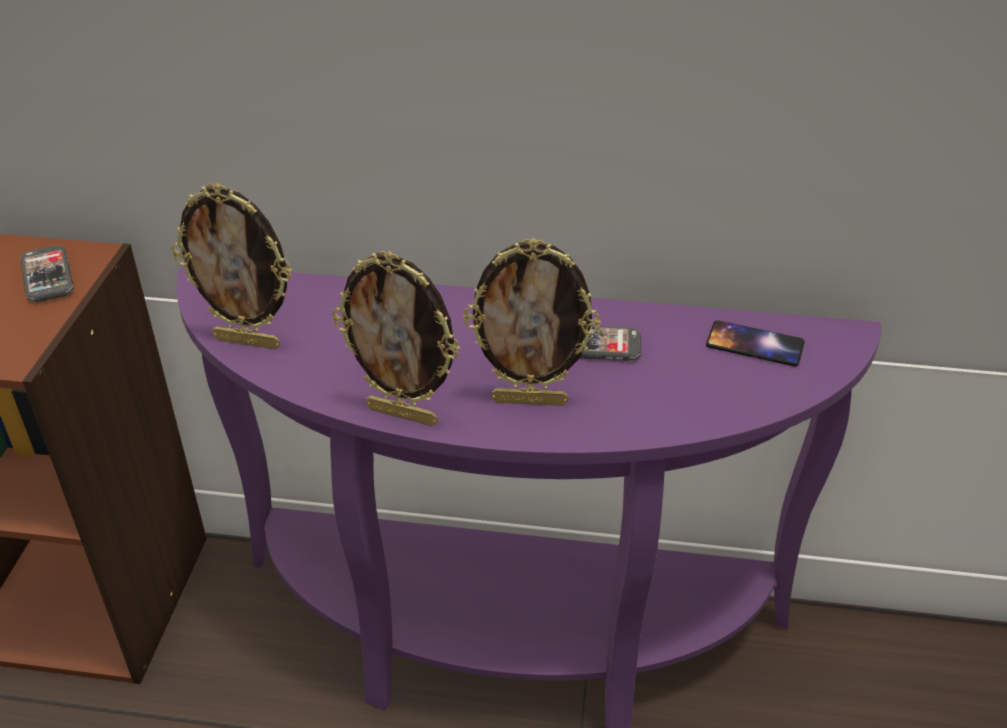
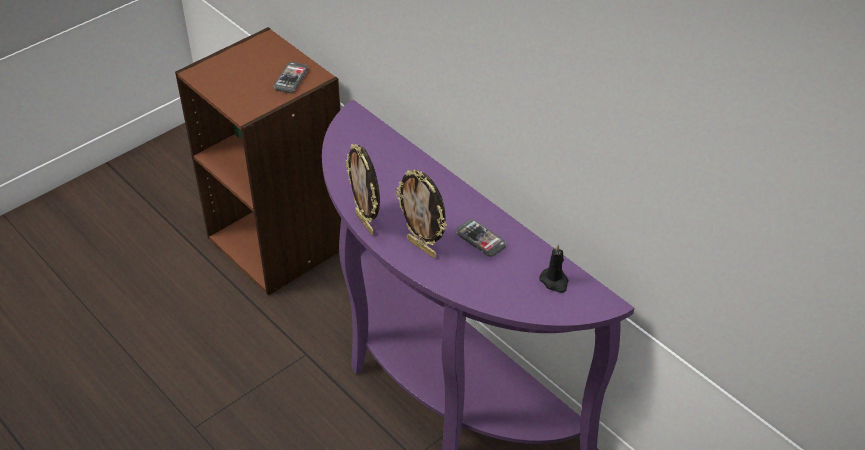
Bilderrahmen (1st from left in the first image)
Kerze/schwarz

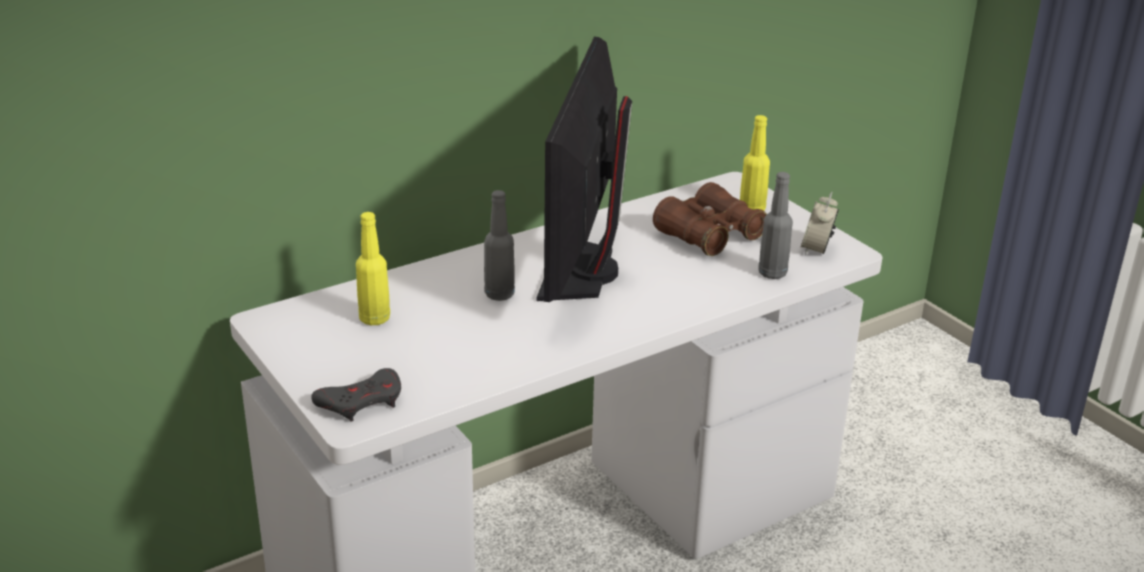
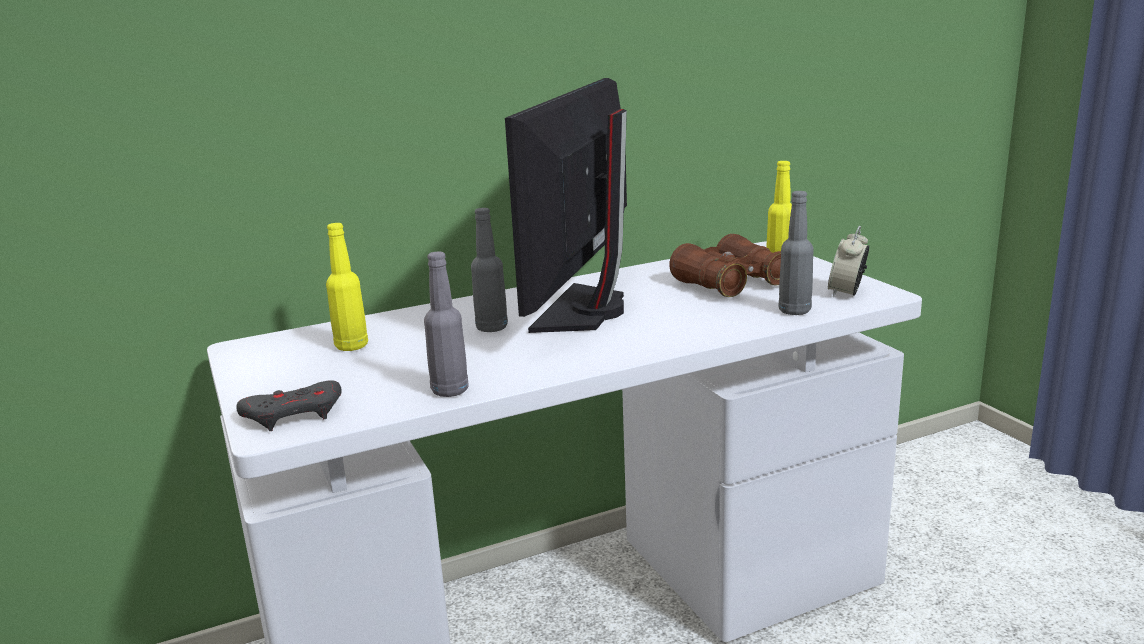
Flasche/grau (1st from left)

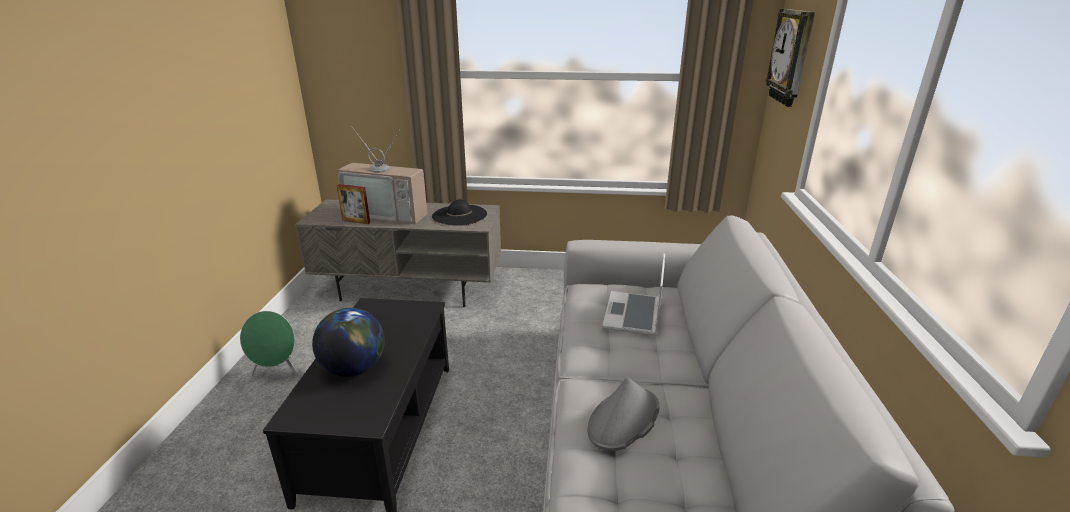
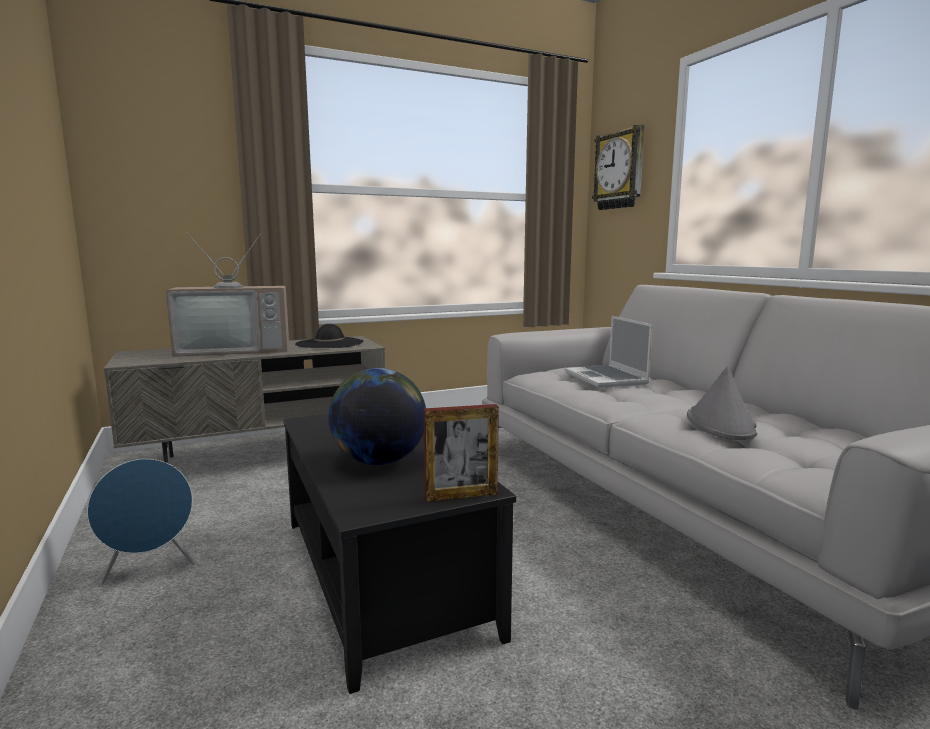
Lautsprecher/blau
Bilderrahmen

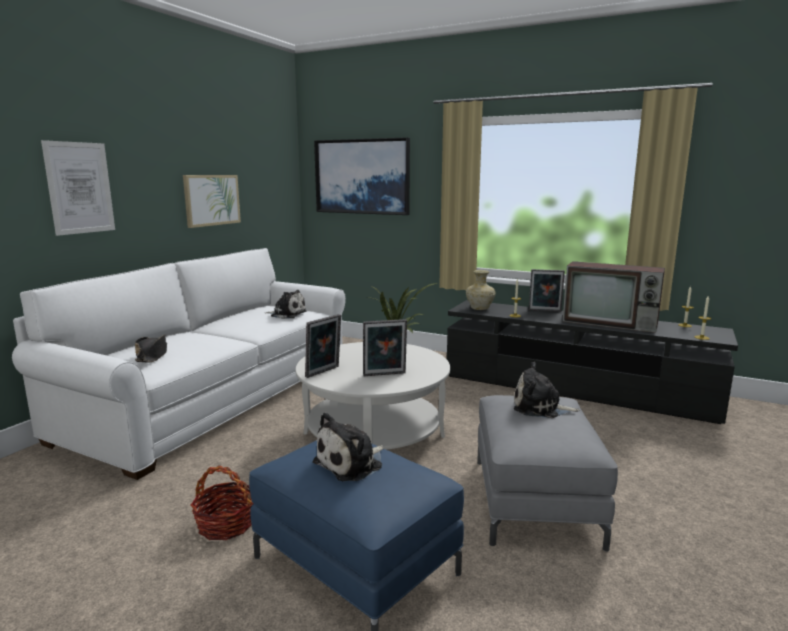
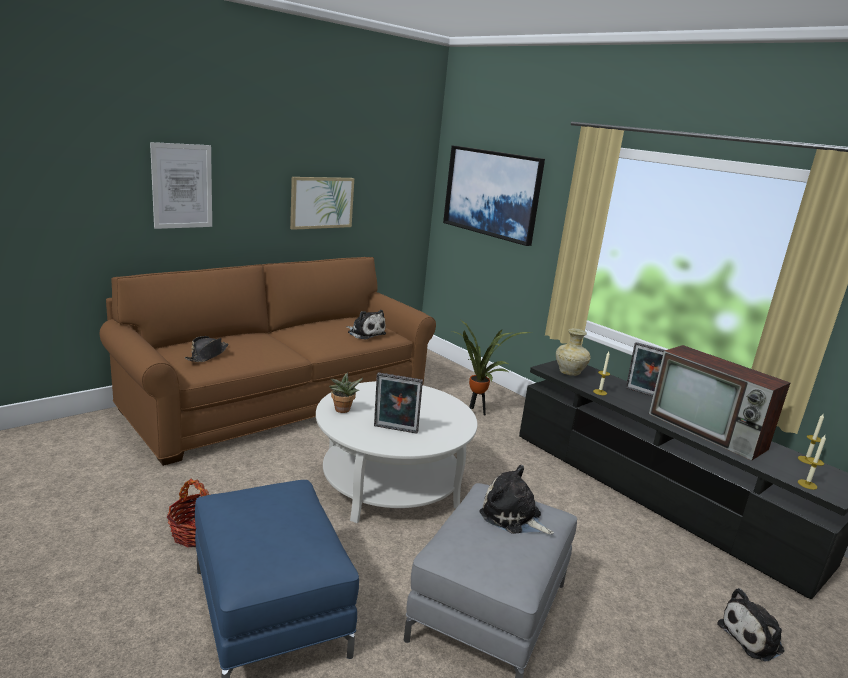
Sofa/braun
Topfpflanze (1st from left)
Plüschtier (3rd from left)

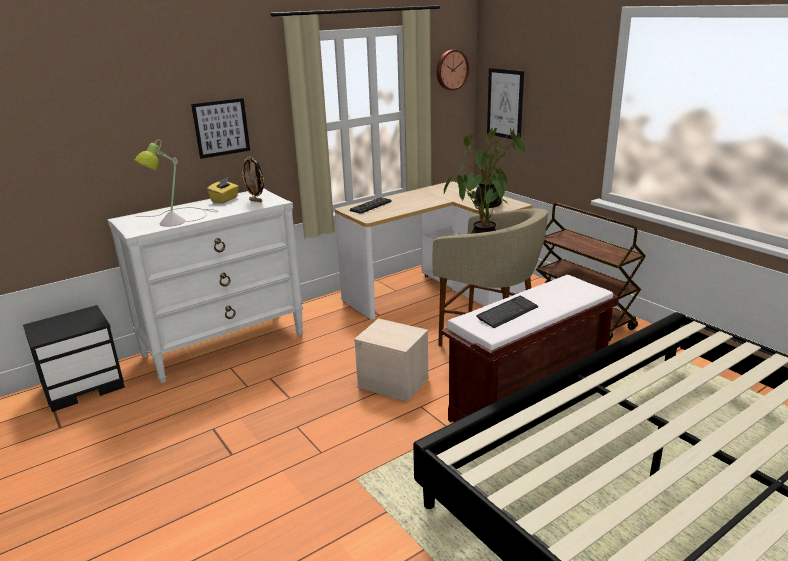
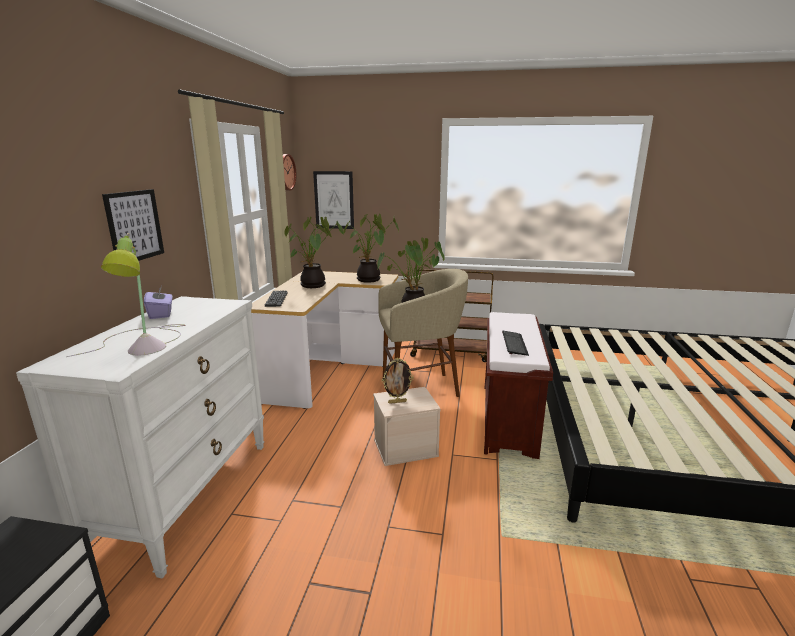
Taschentuchbox/lila
Bilderrahmen
Topfpflanze (1st from left)

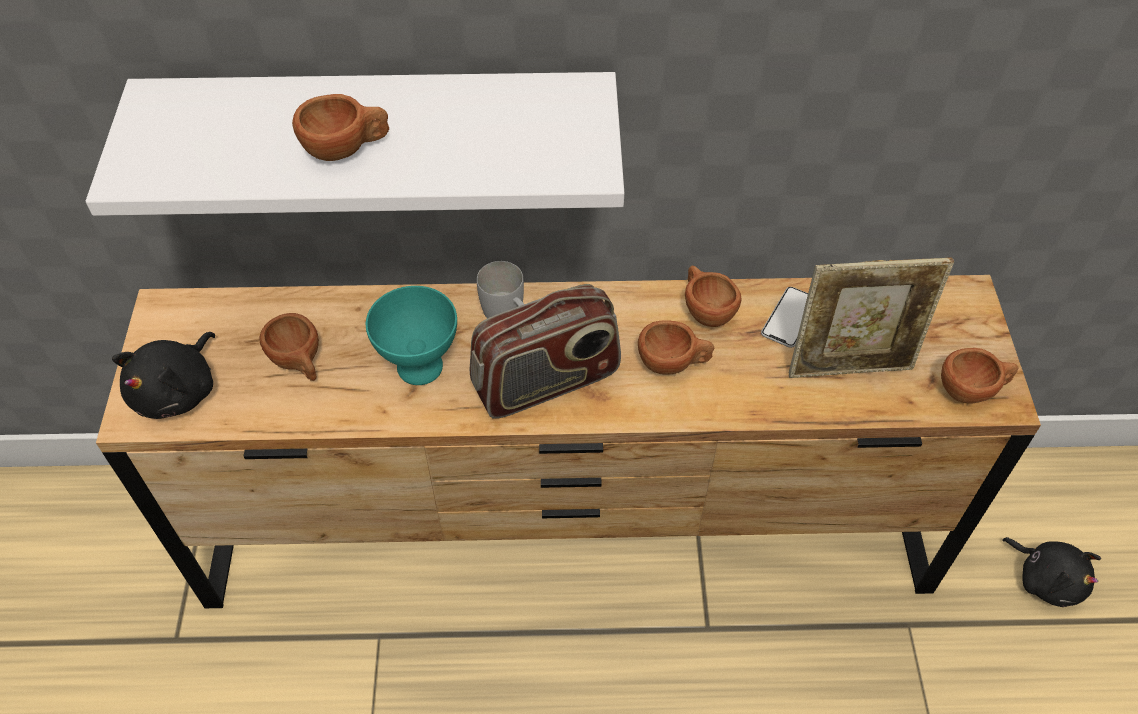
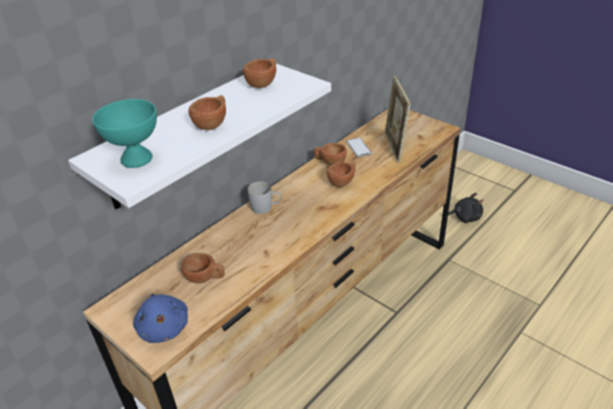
Plüschtier/blau
Schüssel/türkis
Radio
Bilderrahmen
Tasse/braun (3rd from left)

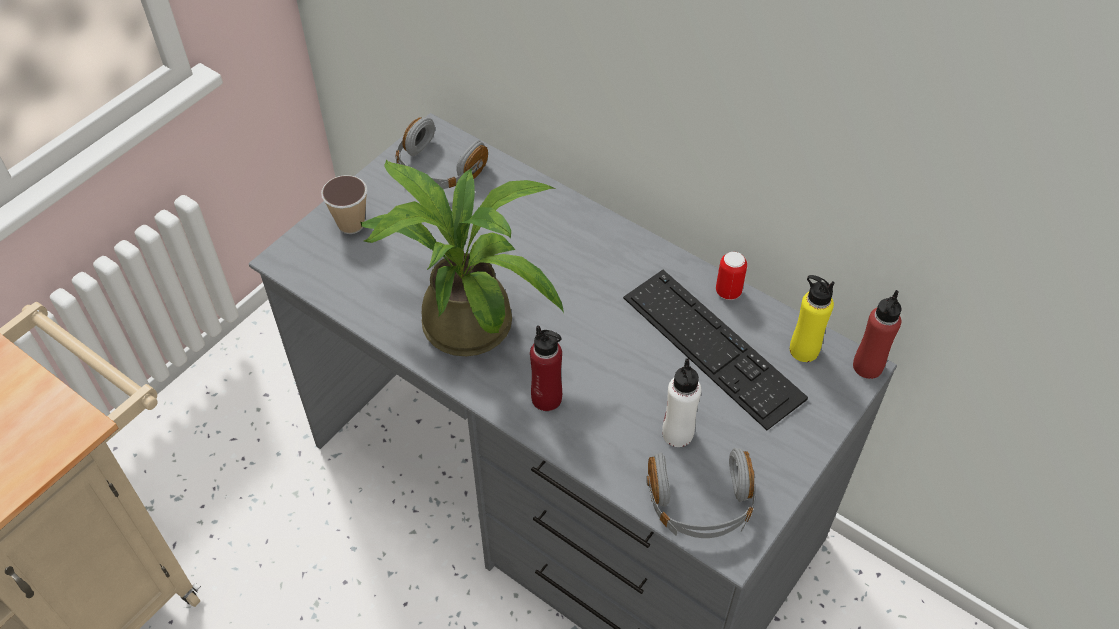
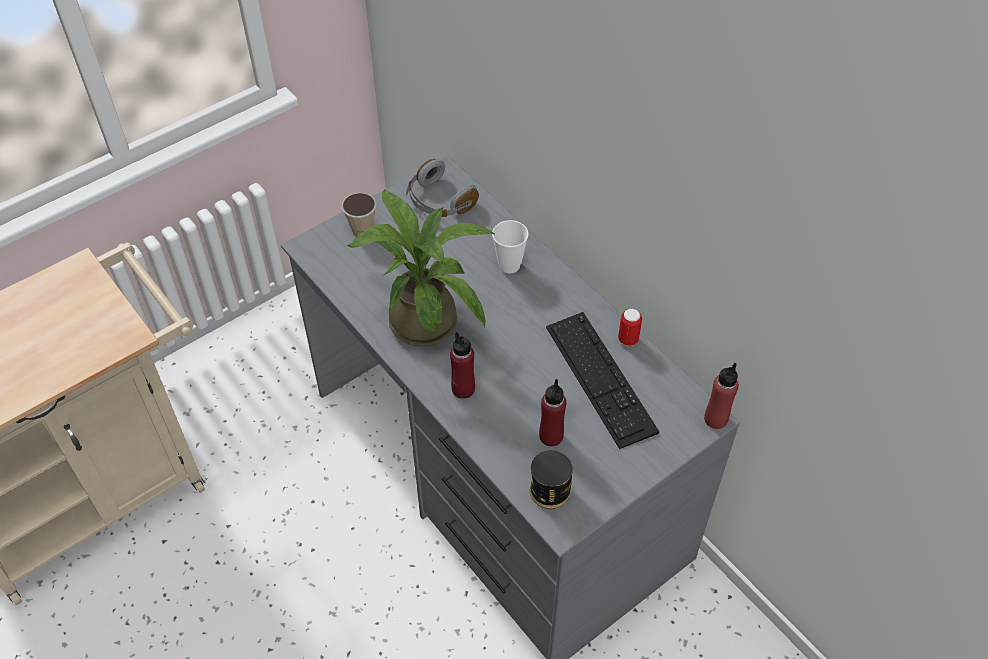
Dose (1st from left)
Flasche/rot (2nd from left)
Flasche/gelb
Tasse (2nd from left)

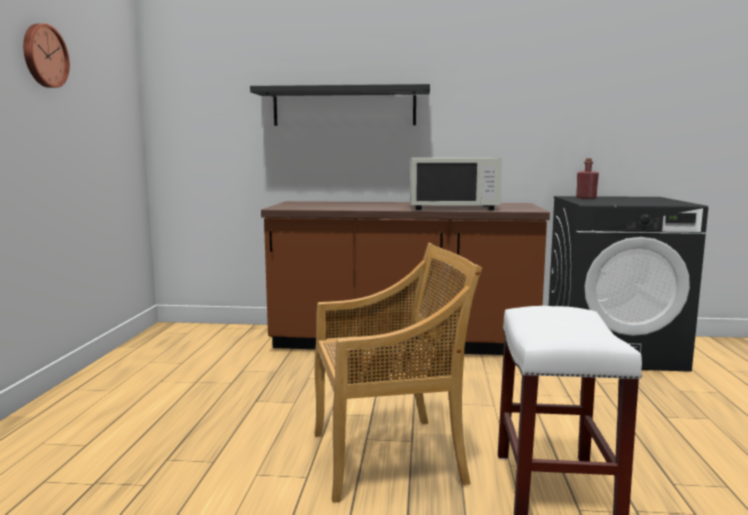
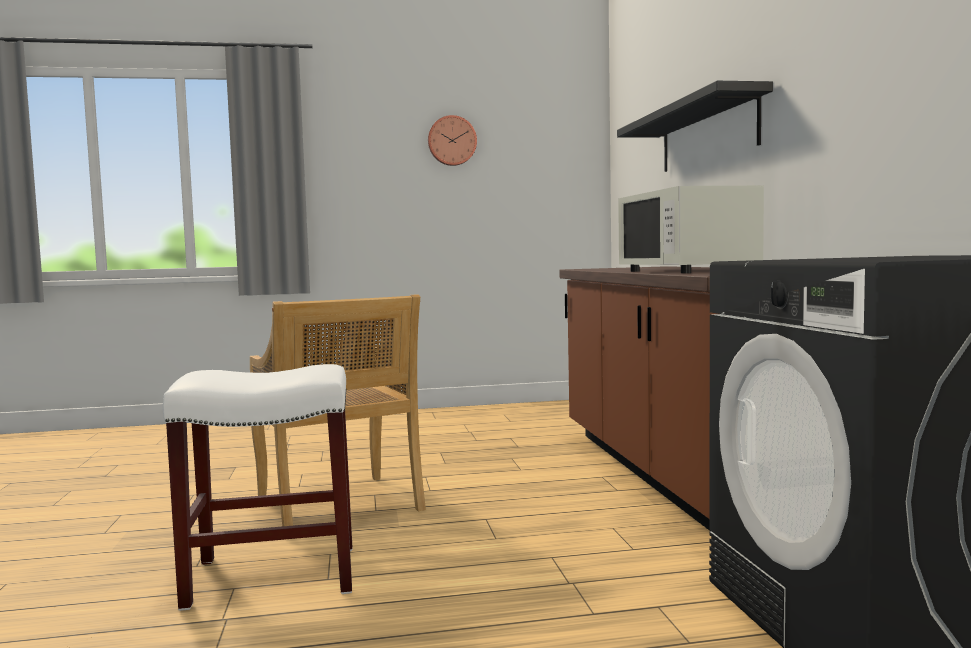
Flasche/rot

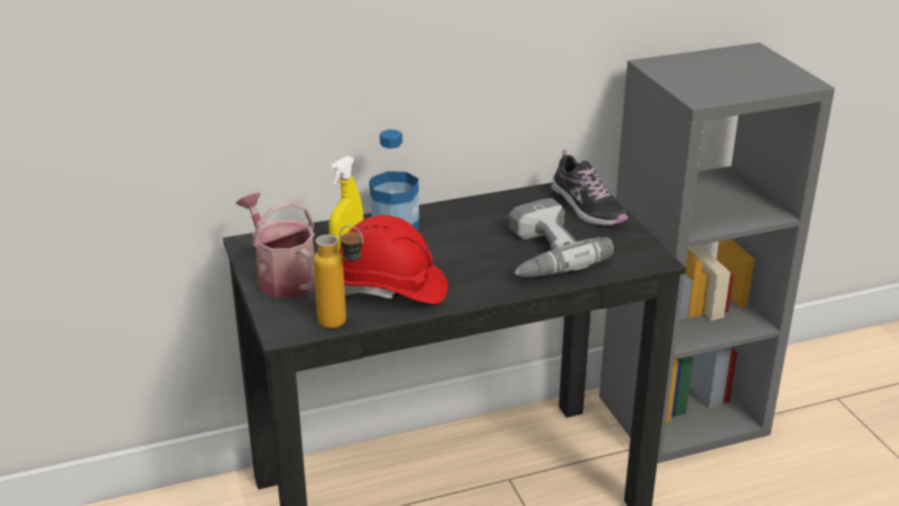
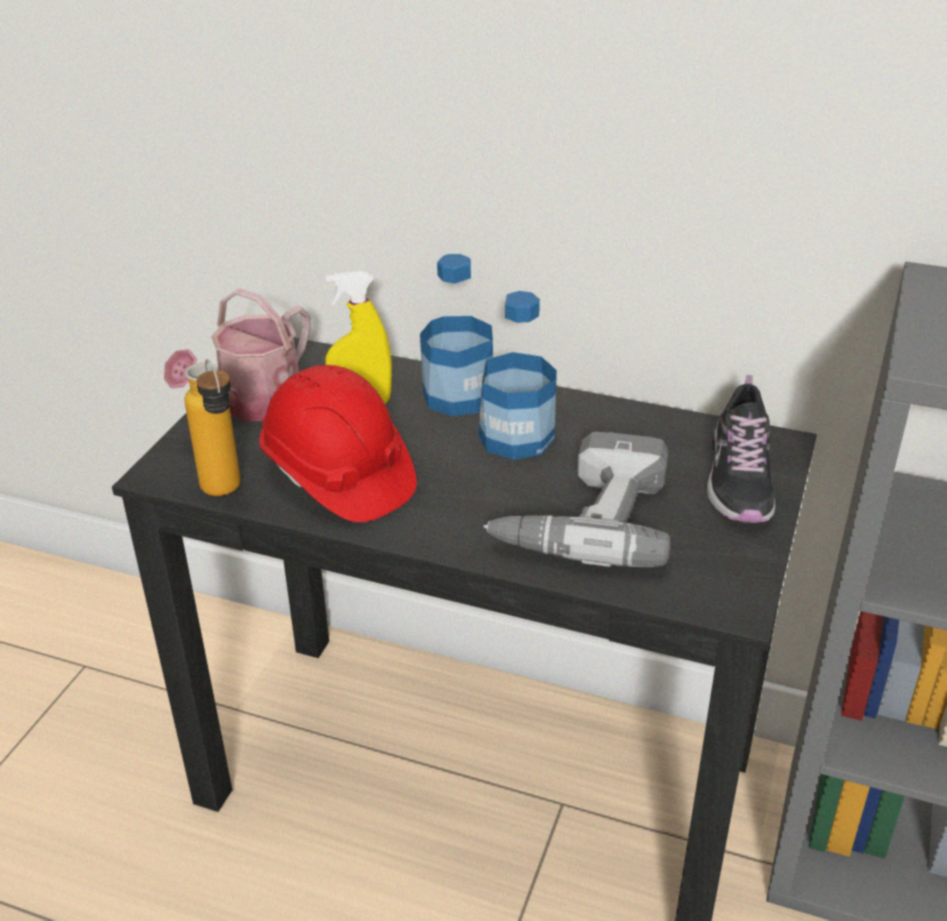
Gießkanne
Flasche (3rd from left)

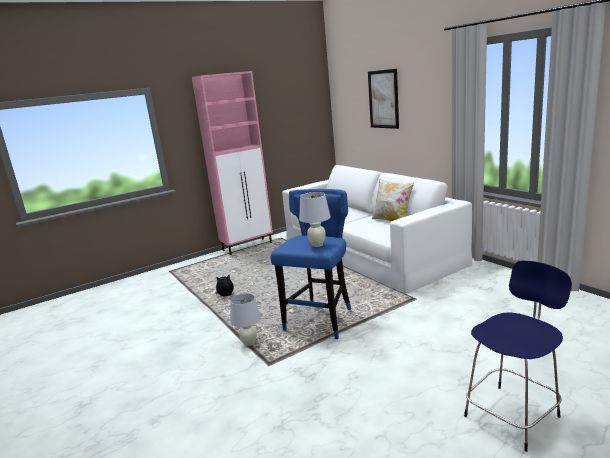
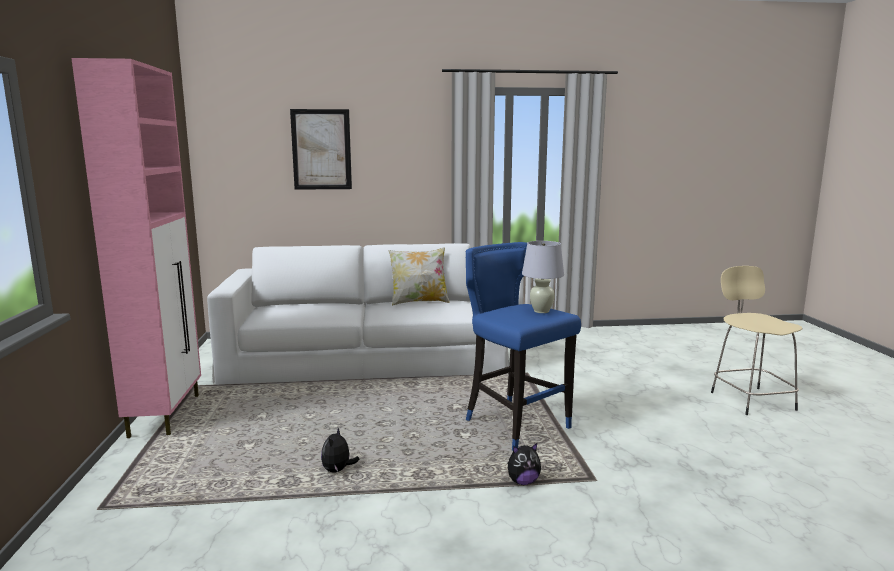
Plüschtier (2nd from left)
Hocker/beige

